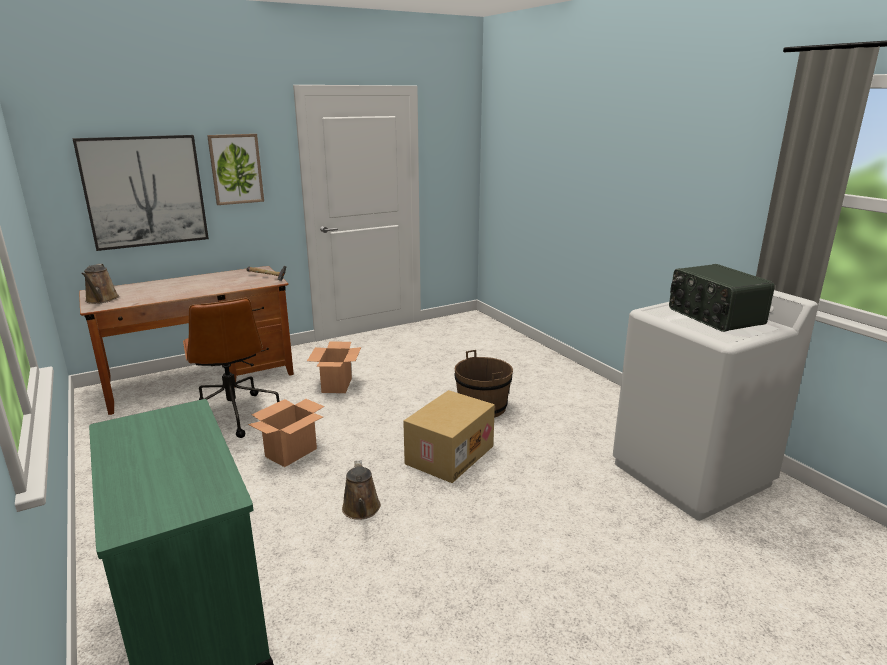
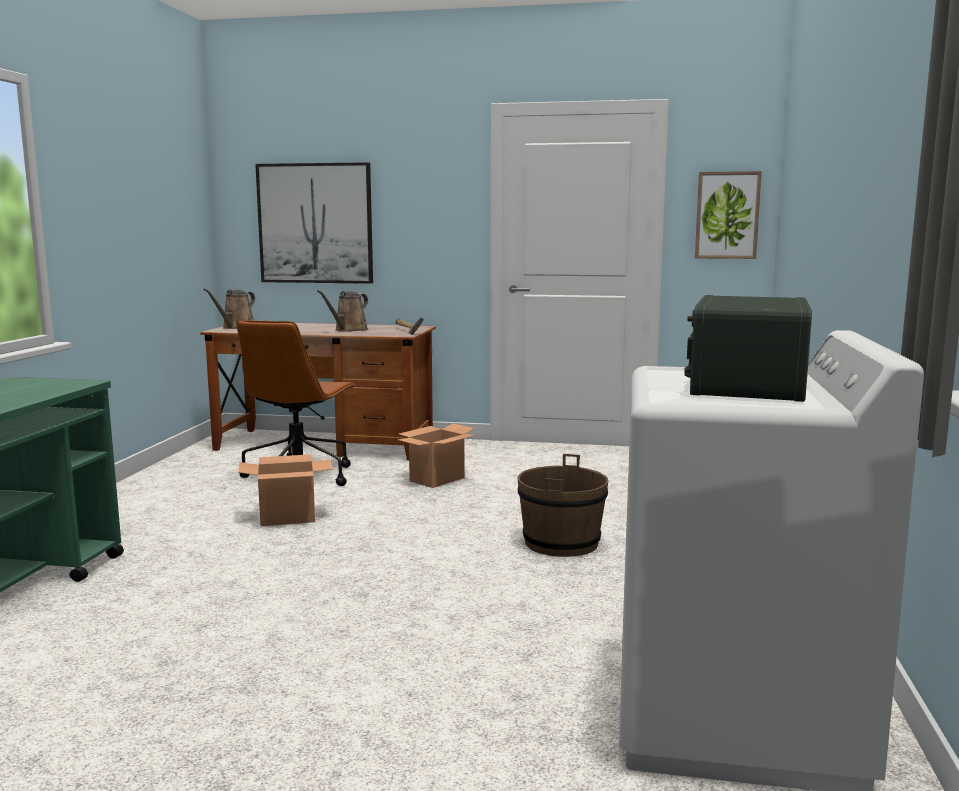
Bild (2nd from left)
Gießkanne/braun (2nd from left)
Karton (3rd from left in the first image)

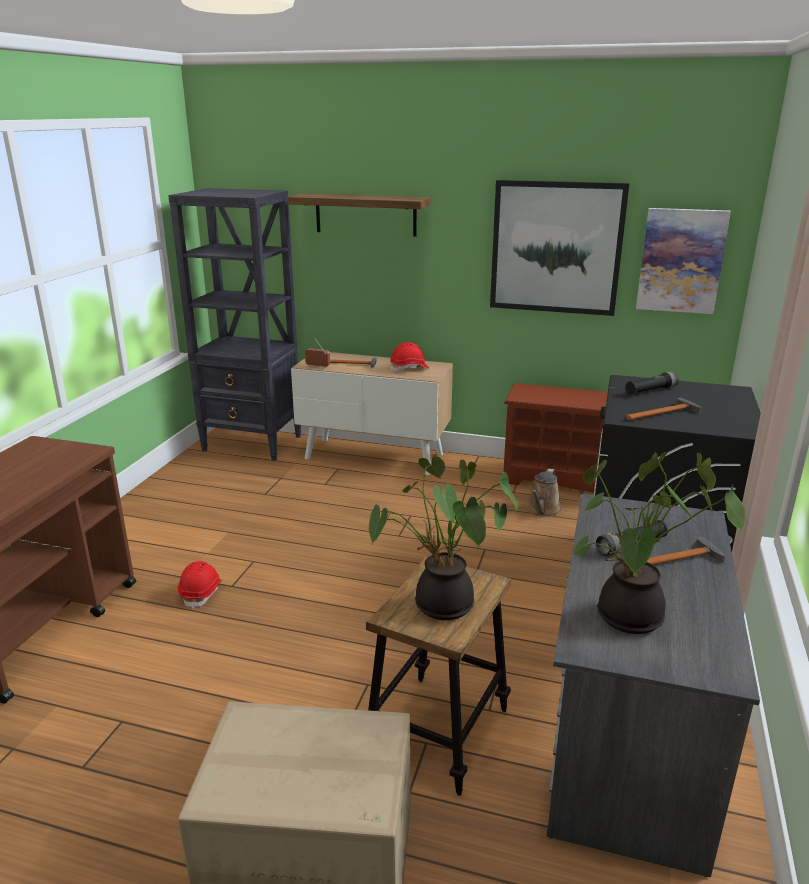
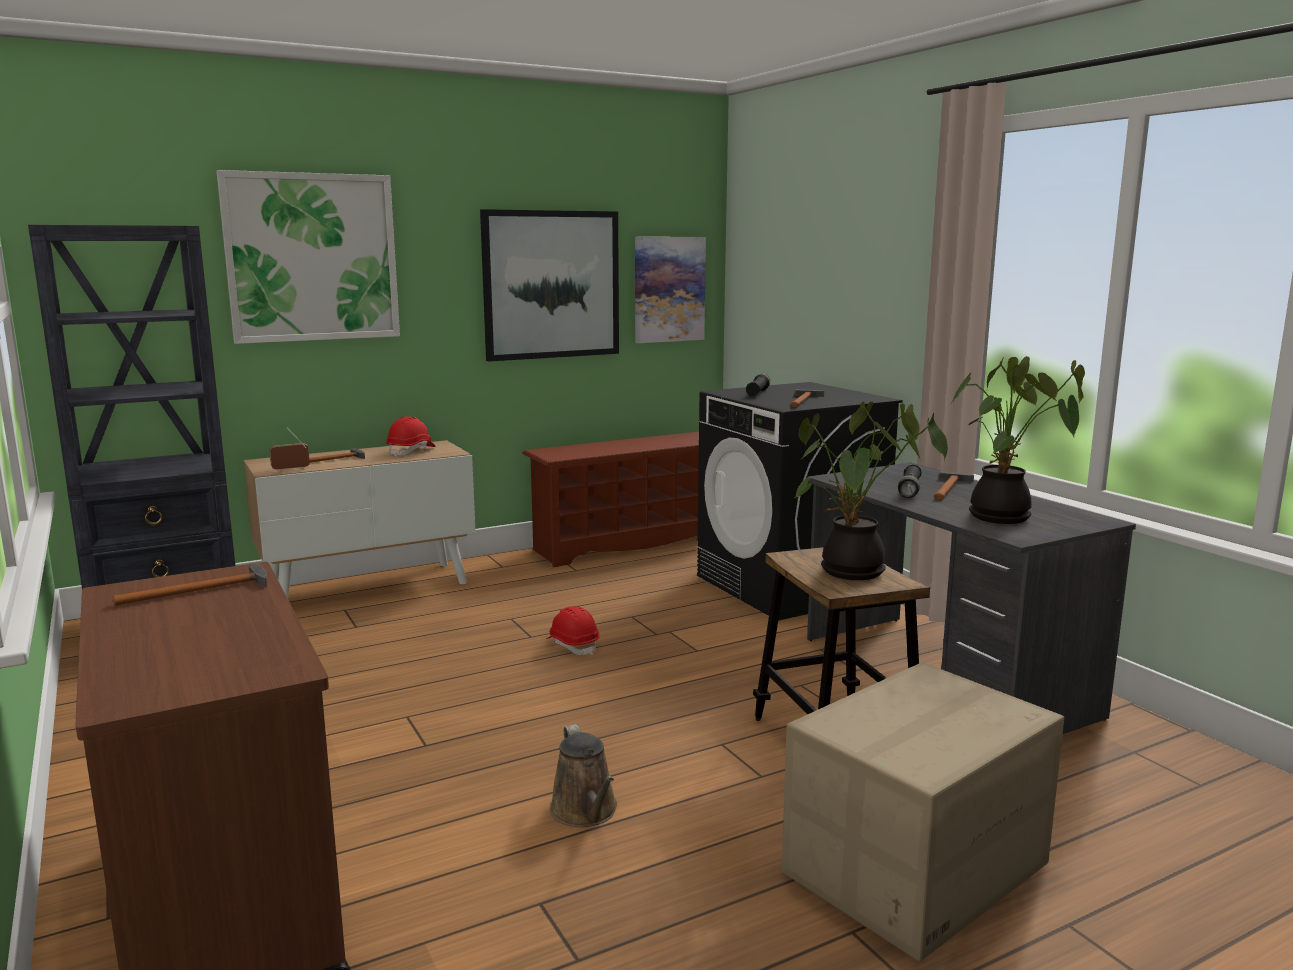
Schutzhelm/rot (2nd from left)
Bild (1st from left)
Gießkanne/braun
Hammer (1st from left)

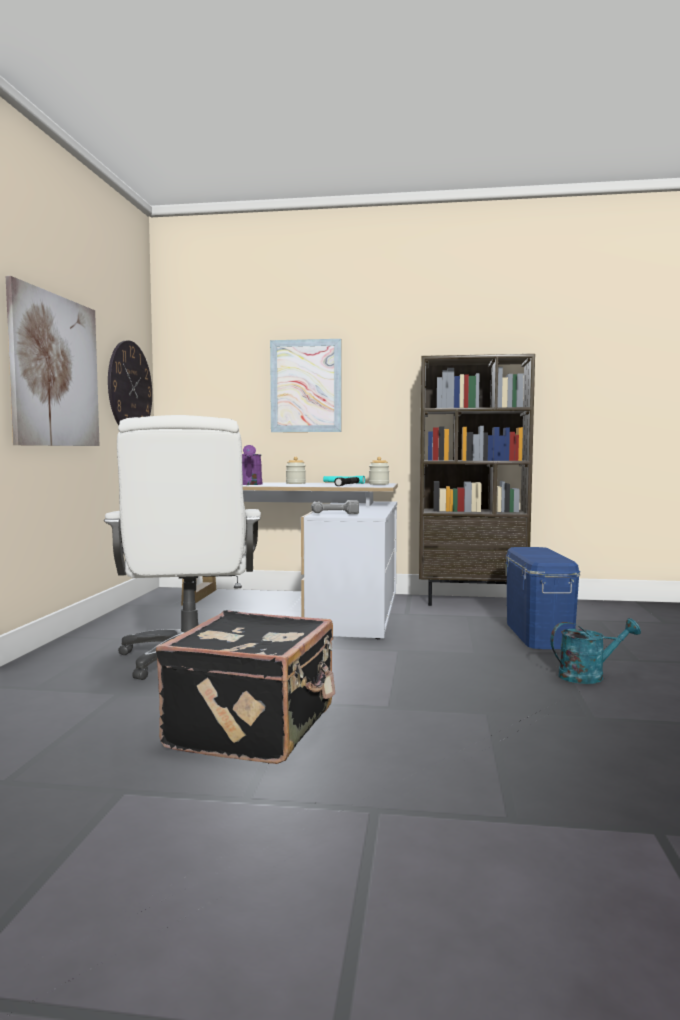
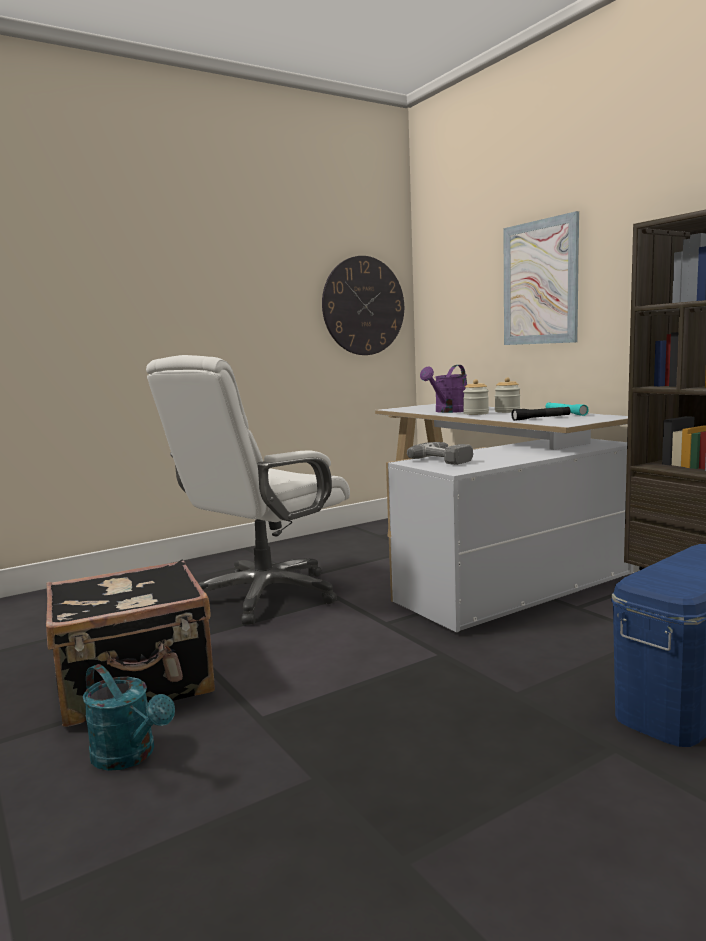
Bild (1st from left in the first image)
Vorratsglas (1st from left)
Gießkanne/türkis

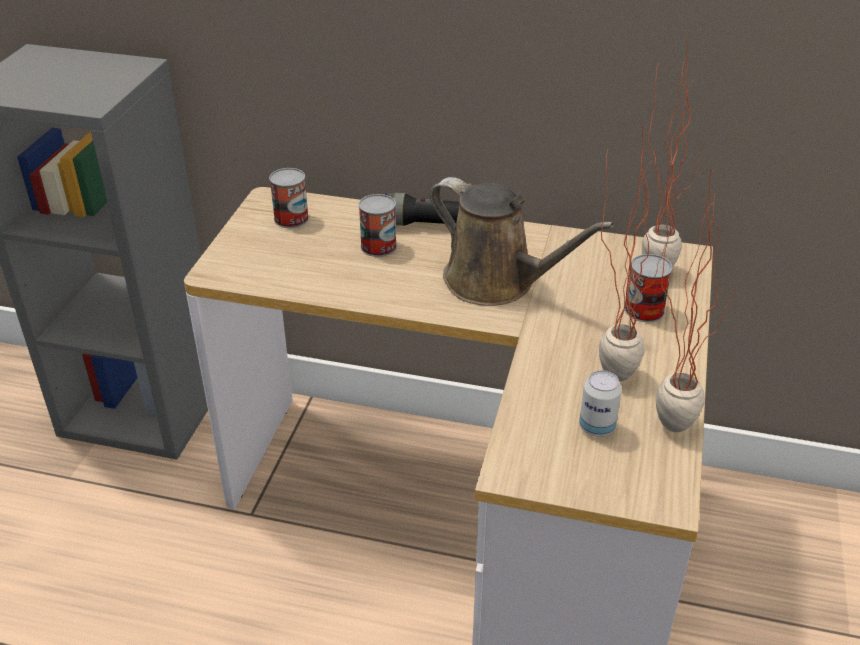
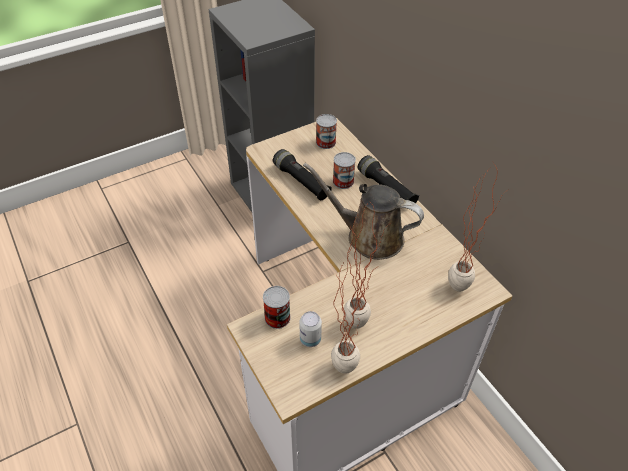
Gießkanne/braun
Dose (1st from left)
Taschenlampe/schwarz (1st from left)

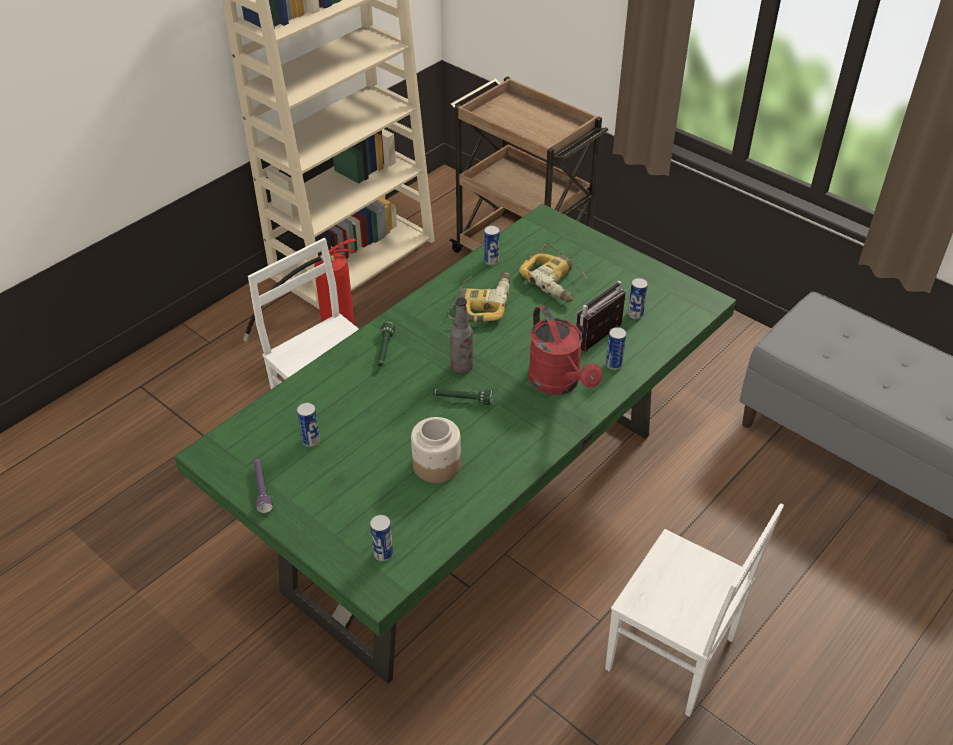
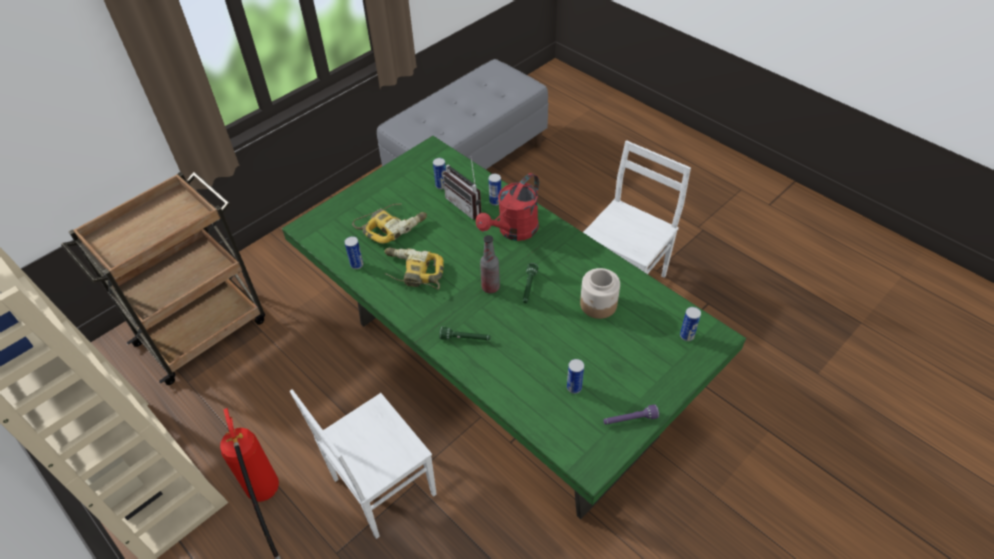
Gießkanne/rot

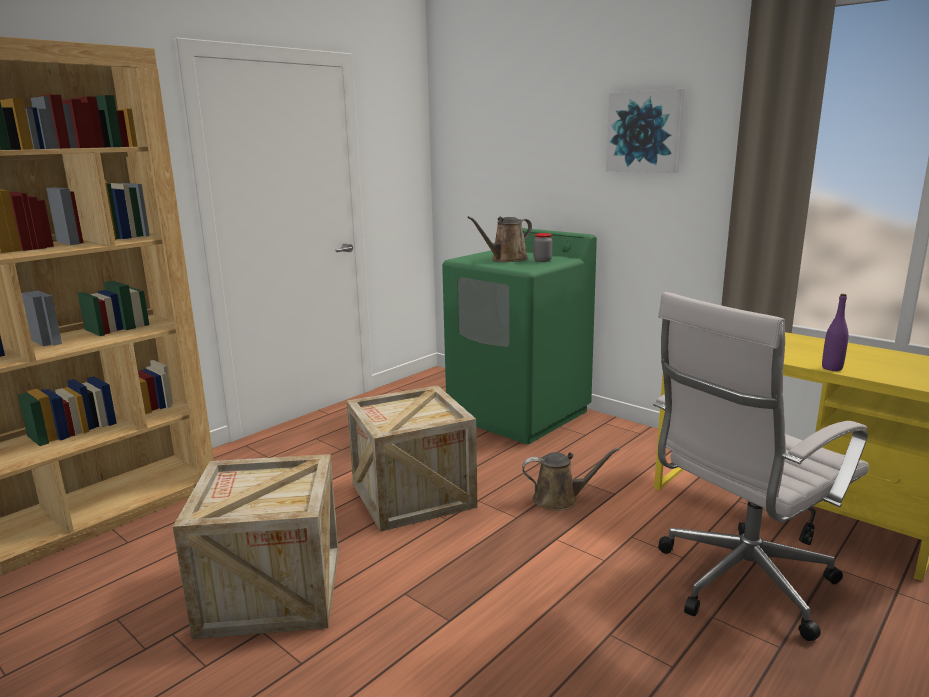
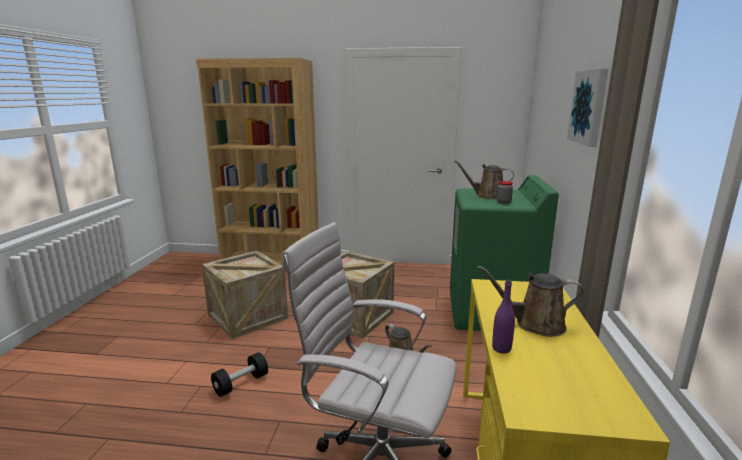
Hantel/schwarz
Gießkanne/braun (3rd from left)

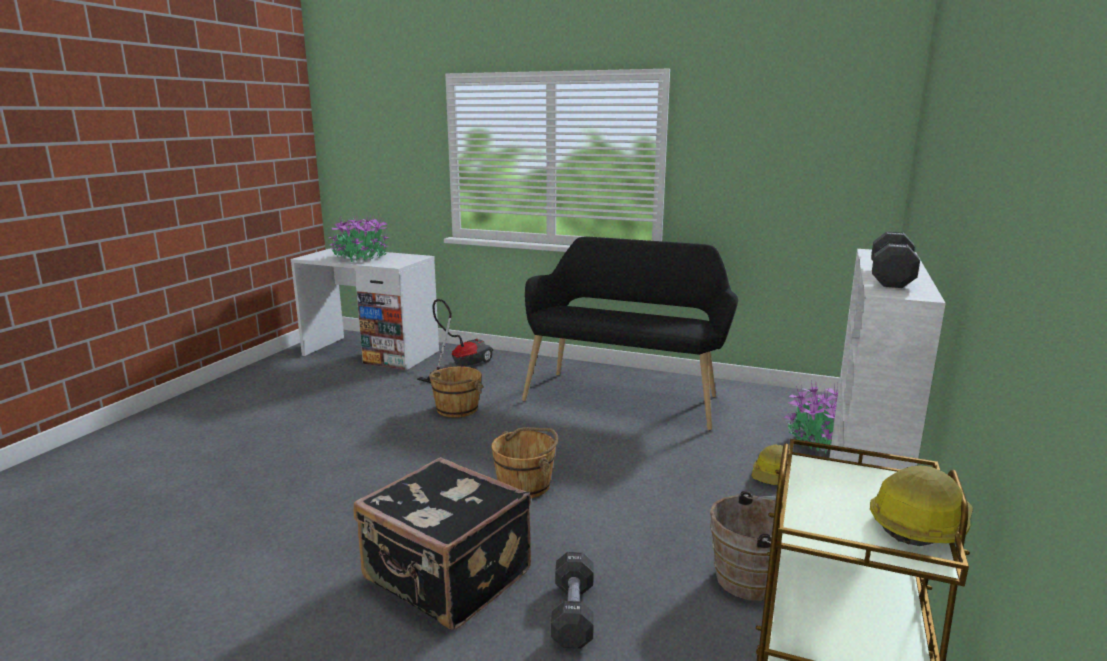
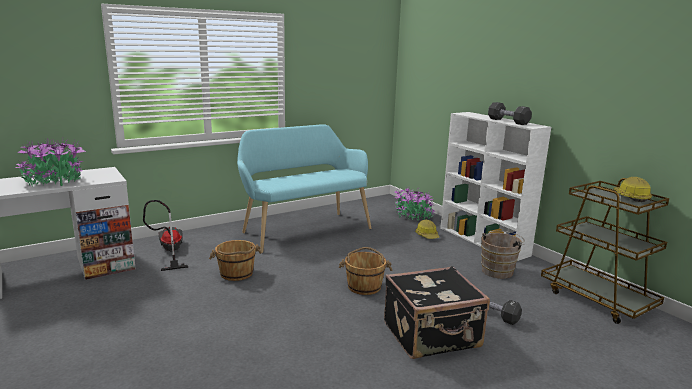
Bank/türkis

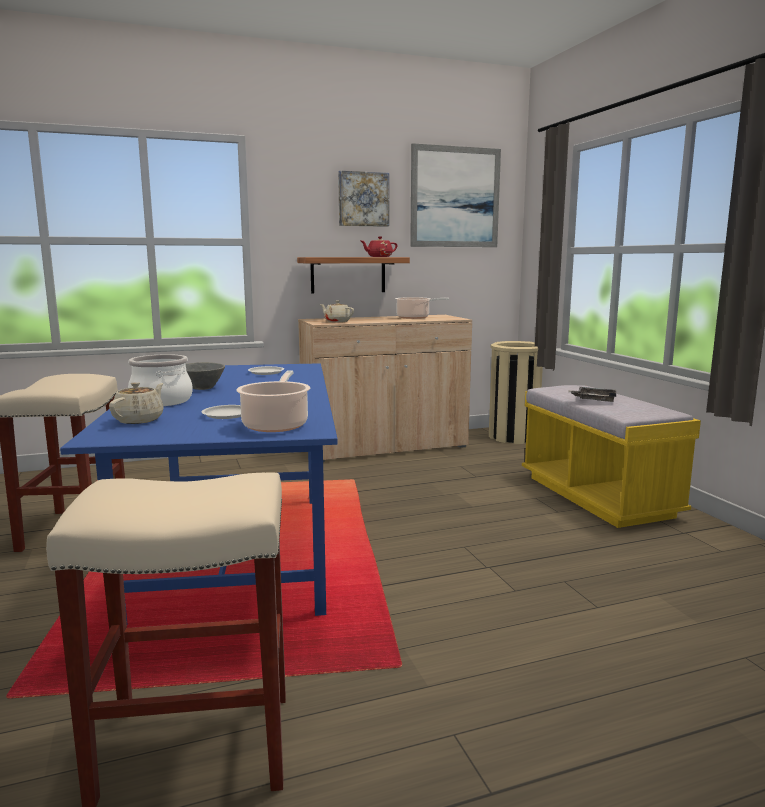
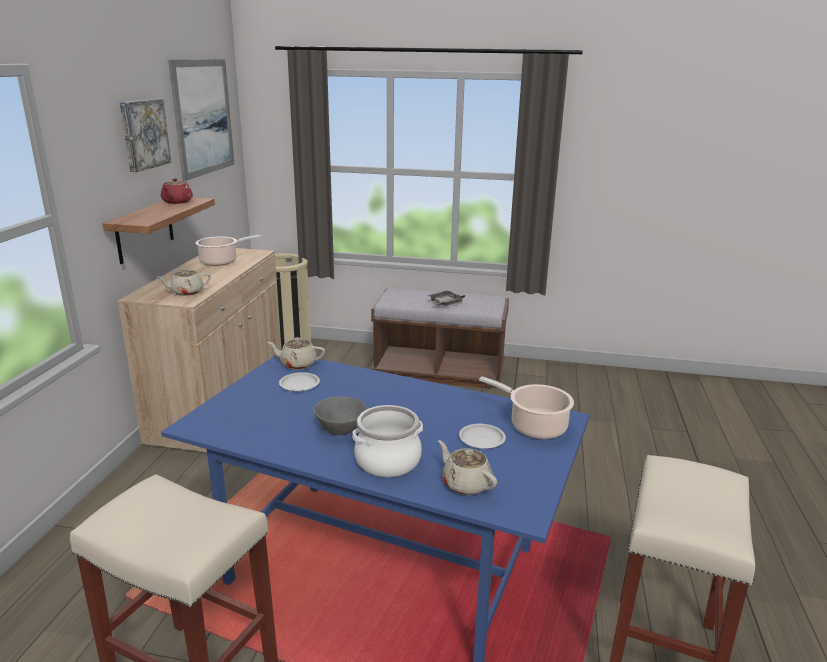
Bank/braun
Teekanne/beige (2nd from left)

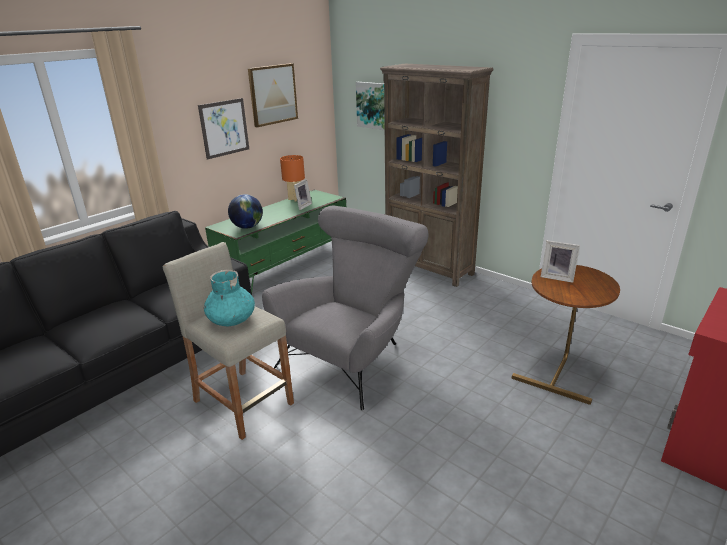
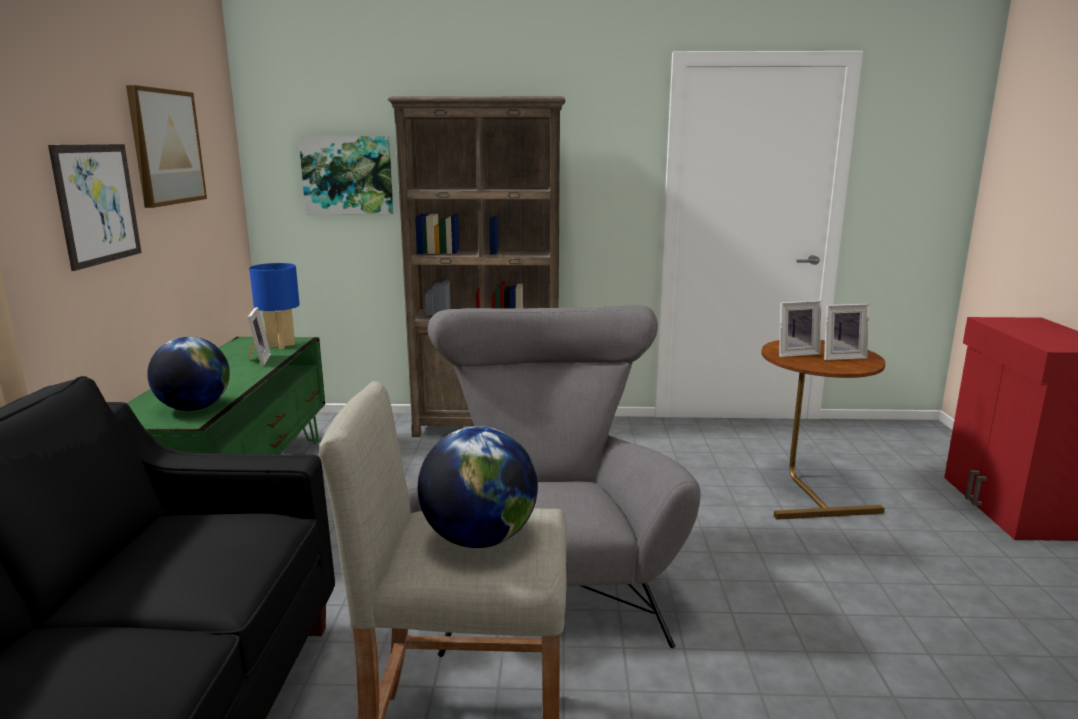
Globus (2nd from left)
Tischlampe/orange
Tischlampe/blau
Bilderrahmen (3rd from left)

